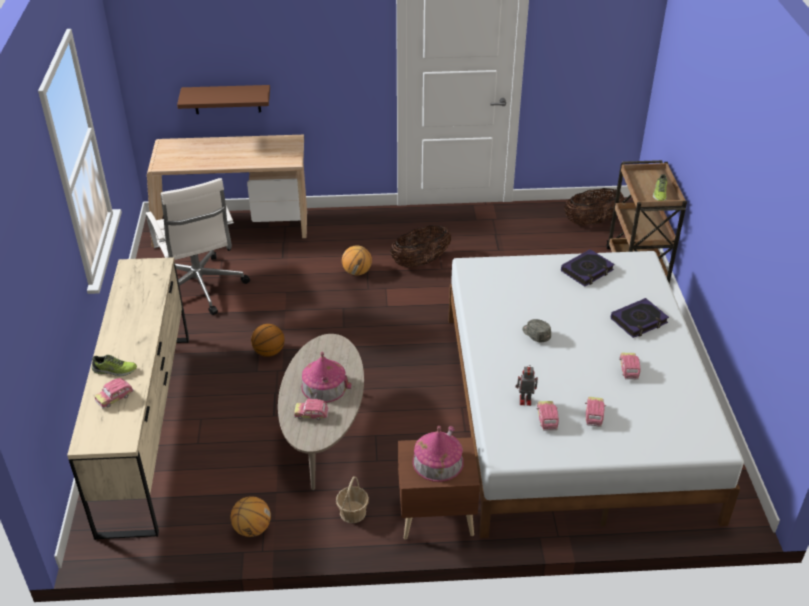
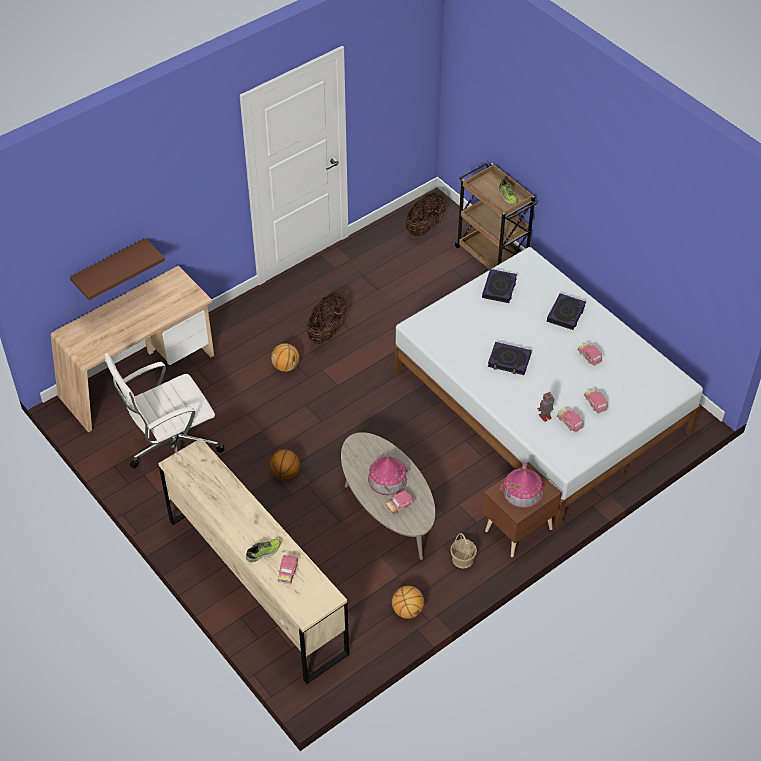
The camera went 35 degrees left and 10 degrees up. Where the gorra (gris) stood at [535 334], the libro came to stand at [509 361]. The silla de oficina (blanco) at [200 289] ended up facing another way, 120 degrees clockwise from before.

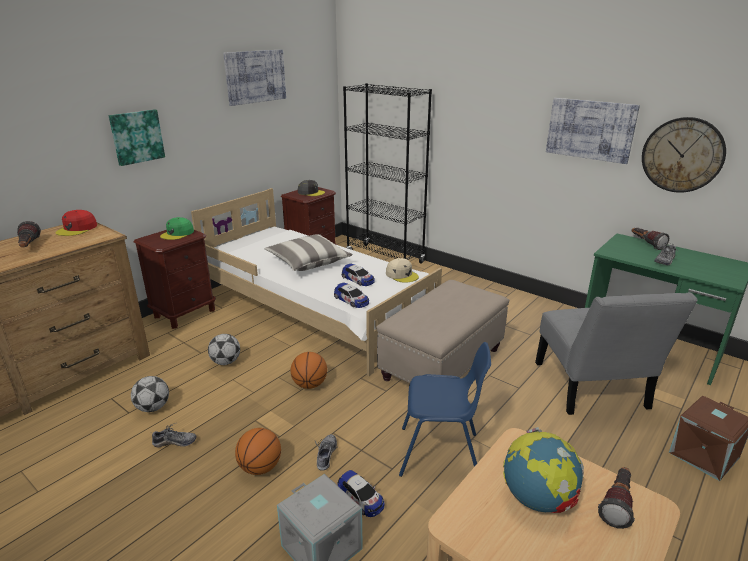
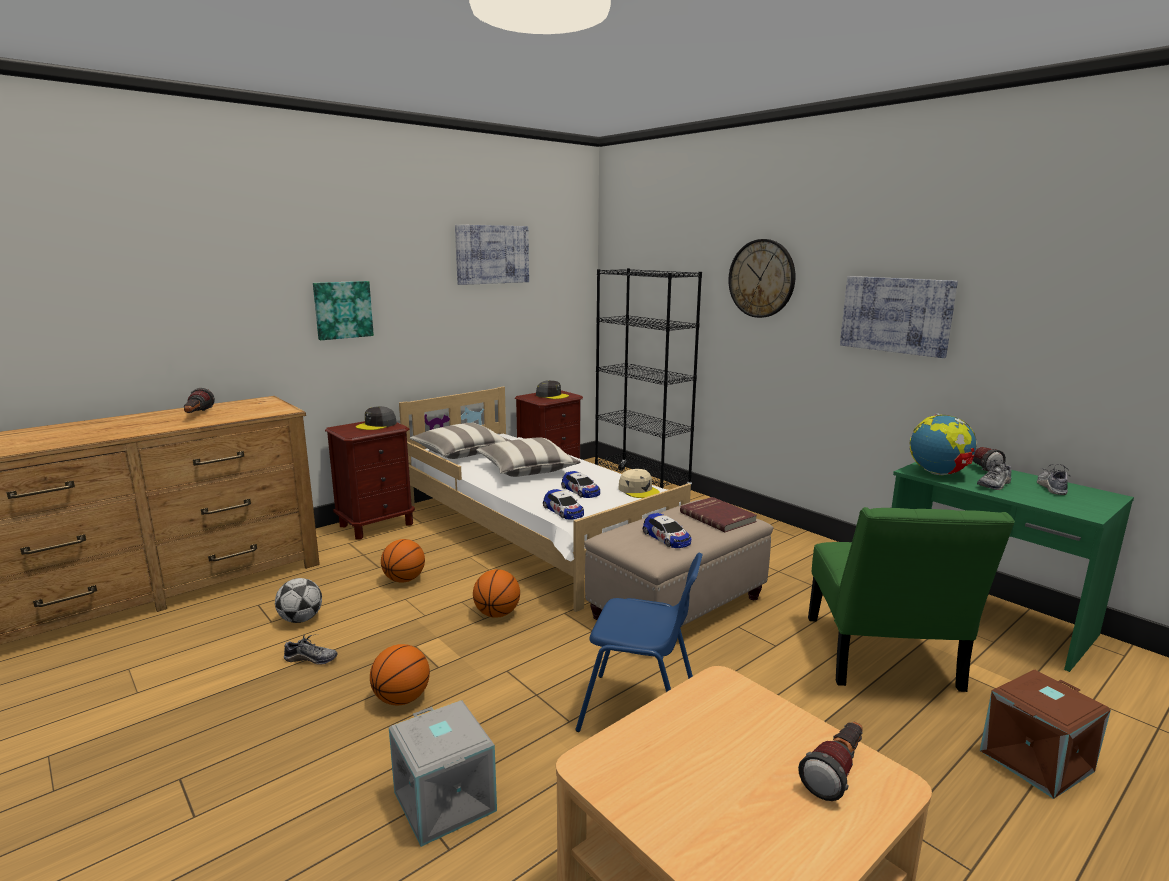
The camera went 10 degrees right and 10 degrees down. The second view lost the gorra (rojo) at [77 229]. The second view gained the cojín at [461 453]. The second view gained the libro (rojo) at [718 517]. The zapato ended up elsewhere, having gone from [326 455] to [1051 487]. The coche de juguete ended up elsewhere, having gone from [360 497] to [666 537]. The globo terráqueo ended up elsewhere, having gone from [538 499] to [938 473]. The reloj de pared ended up elsewhere, having gone from [682 155] to [761 278]. Where the balón de fútbol stood at [226 362], the balón de baloncesto came to stand at [404 580]. What was the gorra (verde) at [177 233] turned into the gorra (gris) at [377 425]. What was the silla (gris) at [592 389] turned into the silla (verde) at [882 658].

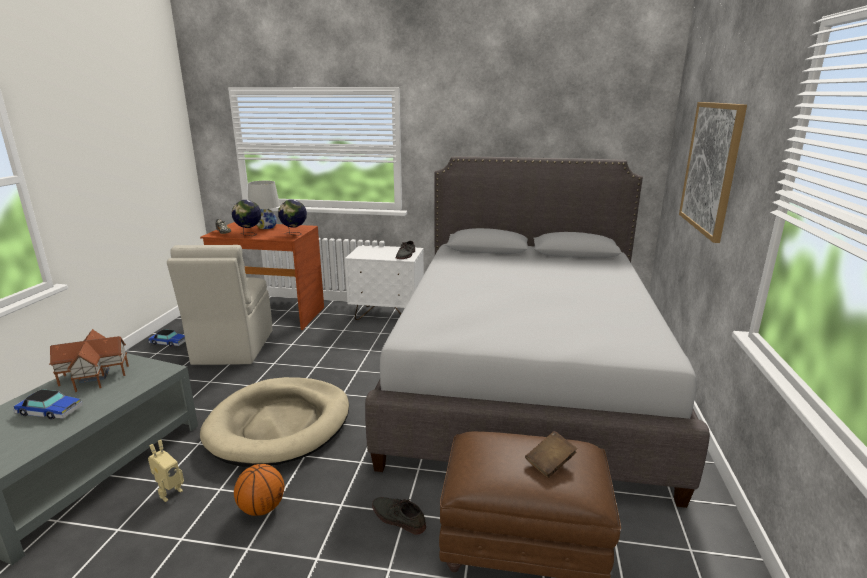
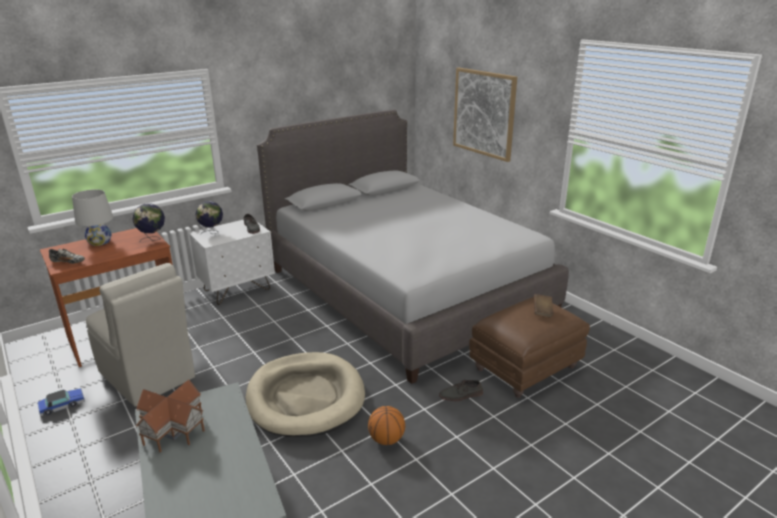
The camera went 45 degrees left and 5 degrees up. The second view lost the coche de juguete at [50 411]. The second view lost the robot de juguete at [169 492]. The globo terráqueo ended up elsewhere, having gone from [249 235] to [212 233].

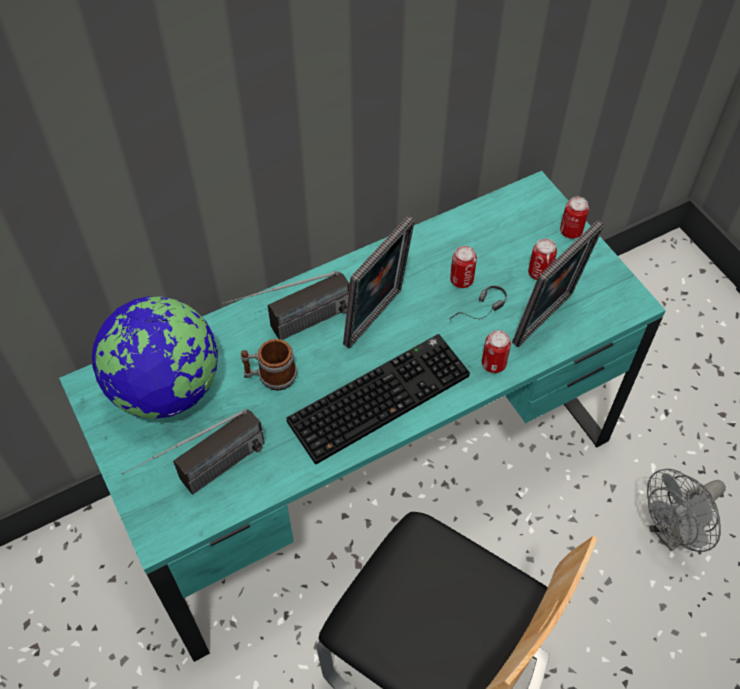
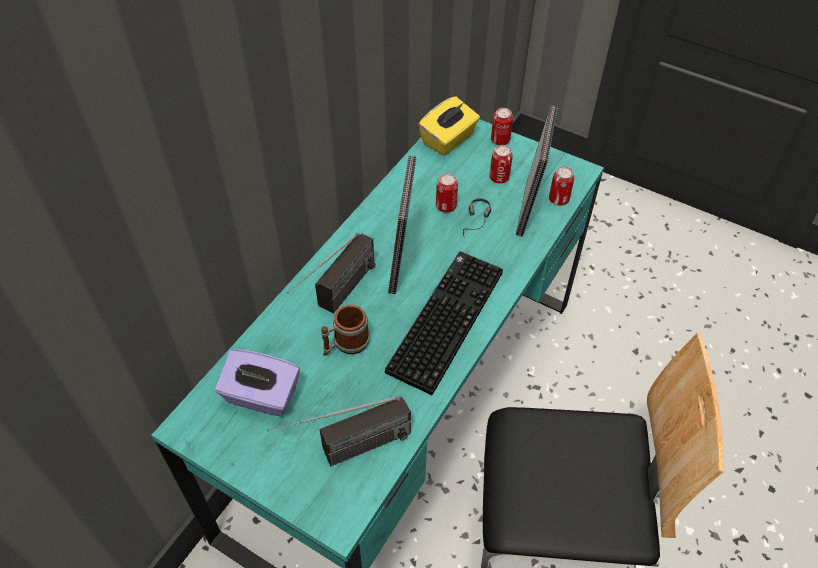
The camera went 30 degrees left and 5 degrees down. The second view lost the ventilador (gris) at [672 533]. The second view gained the caja de pañuelos (amarillo) at [448 140]. The lata ended up elsewhere, having gone from [493 364] to [558 199]. Where the globo terráqueo stood at [167 389], the caja de pañuelos (morado) came to stand at [261 396]. The radio at [204 477] ended up facing another way, 45 degrees clockwise from before.

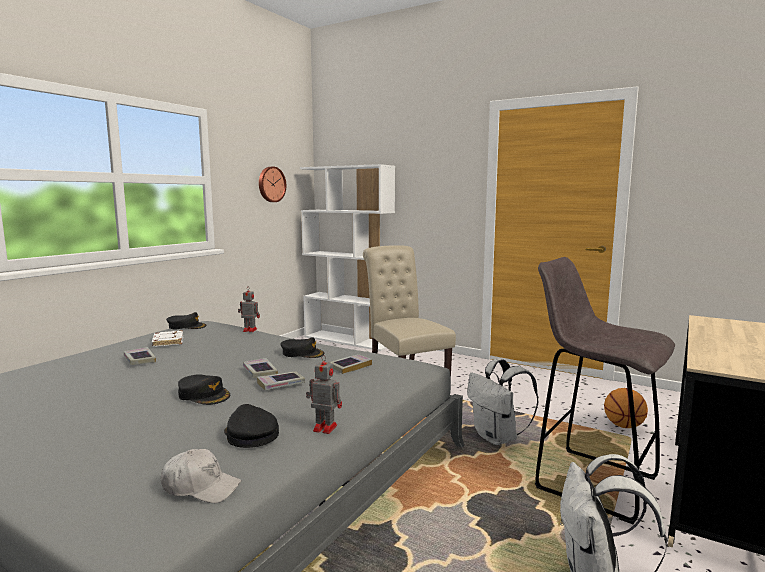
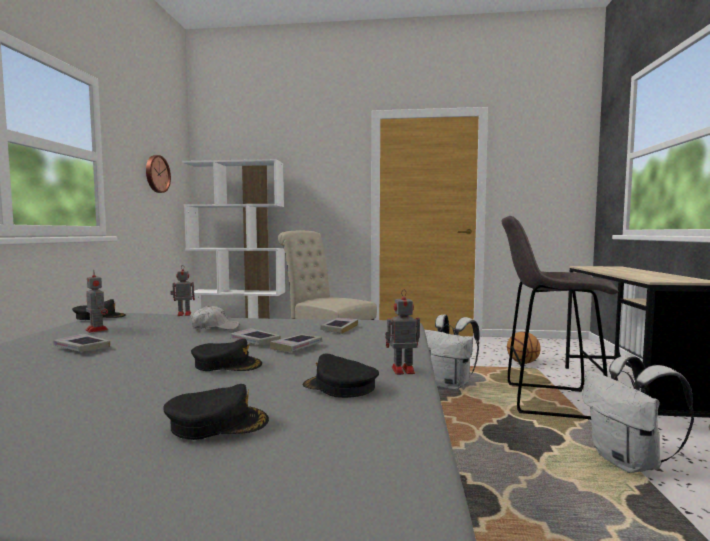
The camera went 25 degrees left and 5 degrees down. The gorra (blanco) ended up elsewhere, having gone from [201 487] to [215 327]. The gorra (negro) ended up elsewhere, having gone from [302 353] to [218 423]. Where the libro (blanco) stood at [167 341], the robot de juguete came to stand at [96 330].

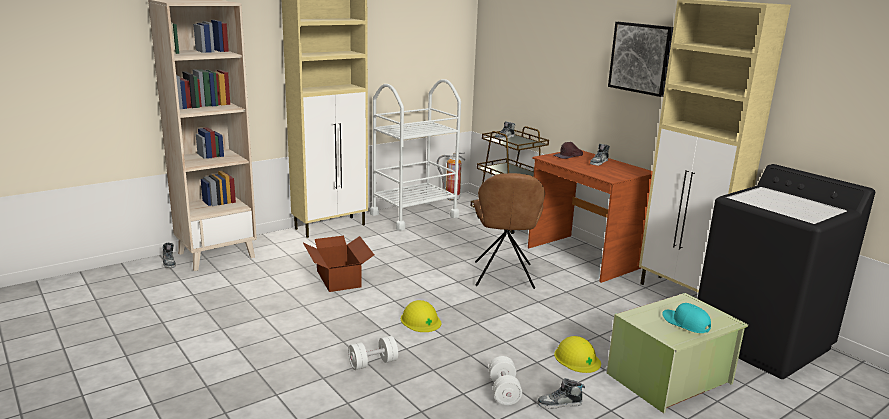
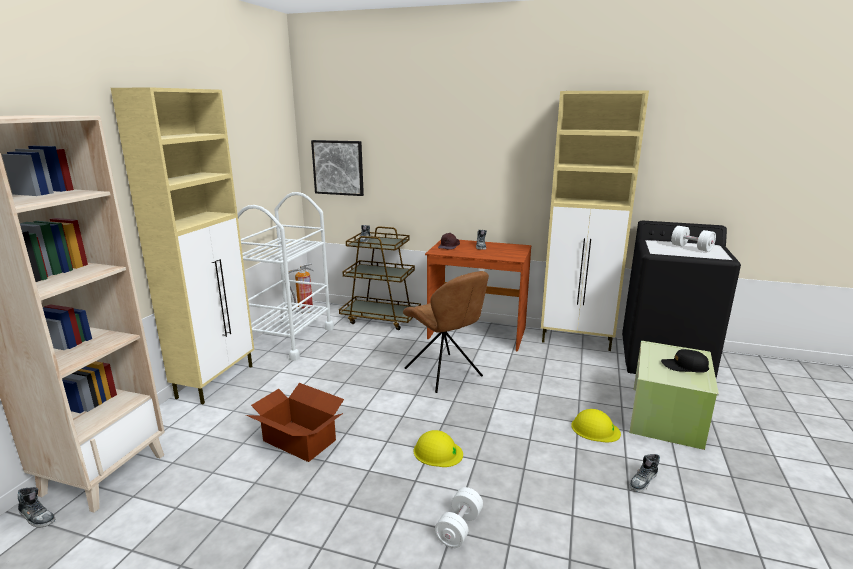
The camera went 35 degrees left and 0 degrees up. The mancuerna (blanco) ended up elsewhere, having gone from [504 391] to [691 248]. The cuadro ended up elsewhere, having gone from [640 58] to [338 167]. What was the gorra (turquesa) at [685 323] turned into the gorra (negro) at [684 366].

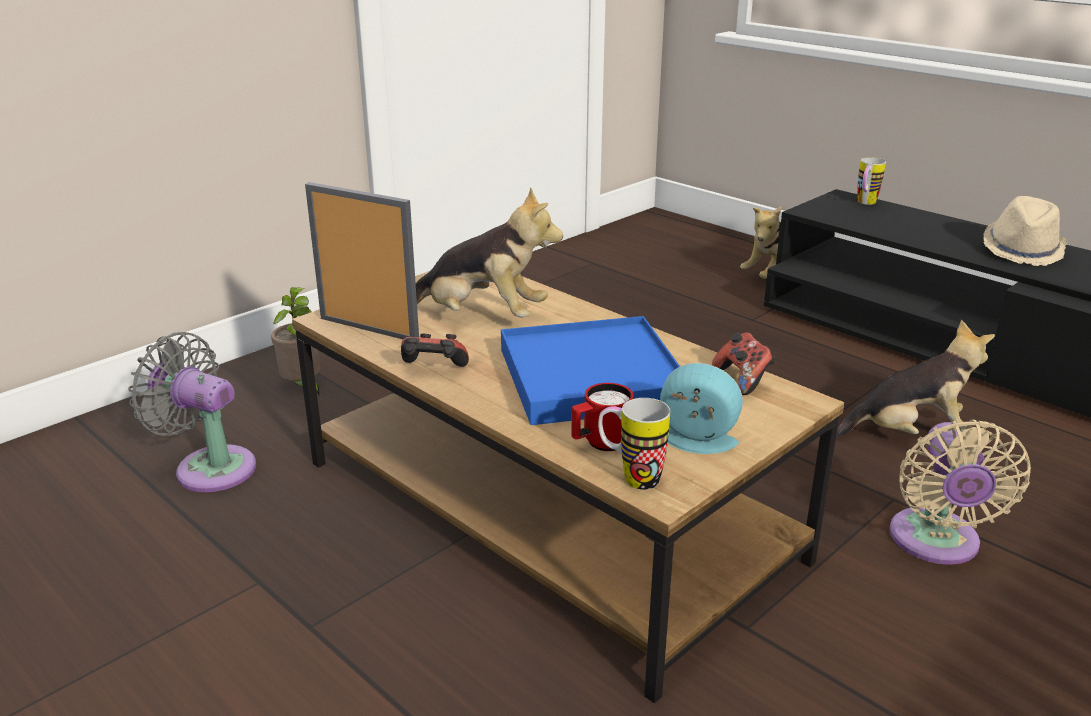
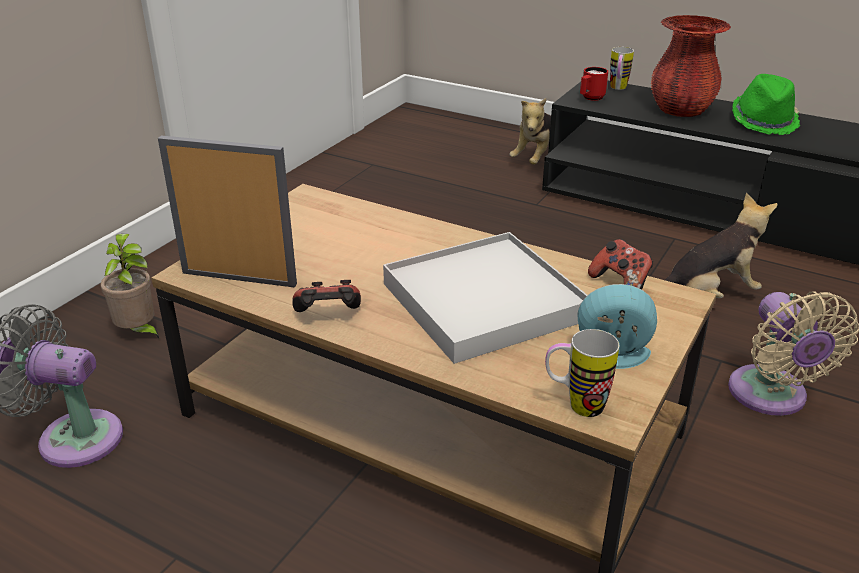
The camera went 15 degrees left and 5 degrees up. The second view lost the peluche at [481 317]. The second view gained the florero (rojo) at [681 110]. The taza grande (rojo) ended up elsewhere, having gone from [600 444] to [590 98]. What was the bandeja (azul) at [590 377] turned into the bandeja (blanco) at [483 301]. What was the sombrero (beis) at [1022 250] turned into the sombrero (verde) at [764 121].

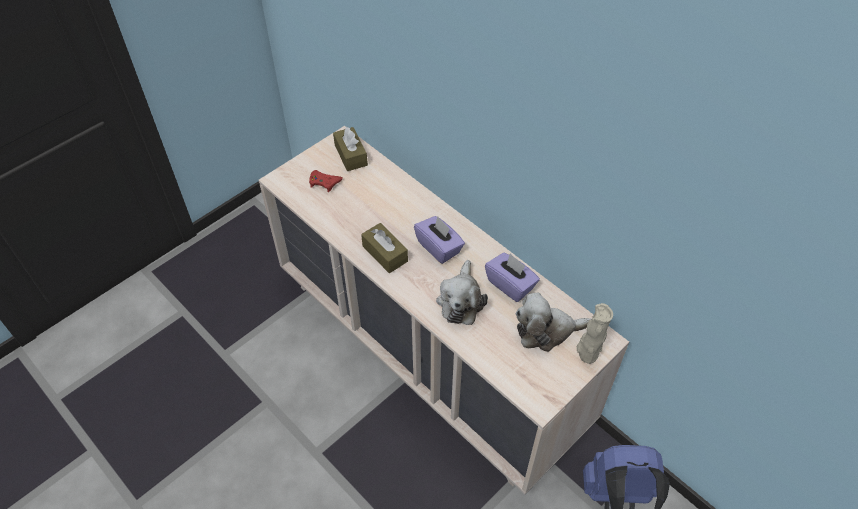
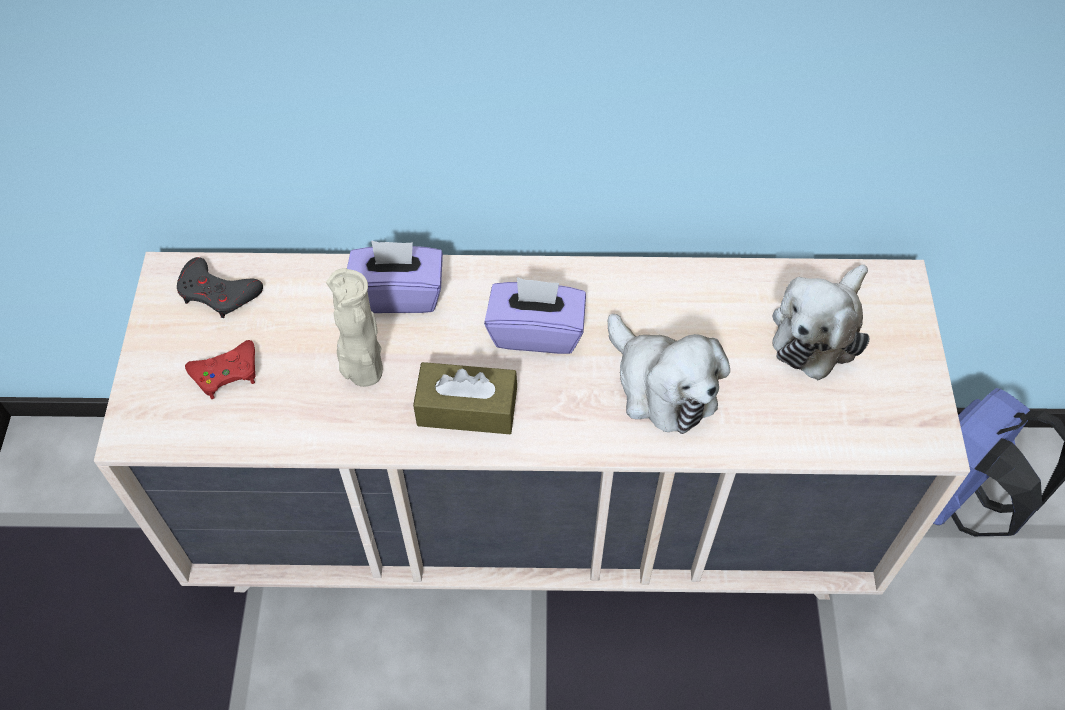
The camera went 45 degrees left and 5 degrees up. The caja de pañuelos (morado) ended up elsewhere, having gone from [510 284] to [398 294]. The florero (beis) ended up elsewhere, having gone from [587 355] to [364 374]. Where the caja de pañuelos (marrón) stood at [351 155], the mando de consola (gris) came to stand at [218 293].

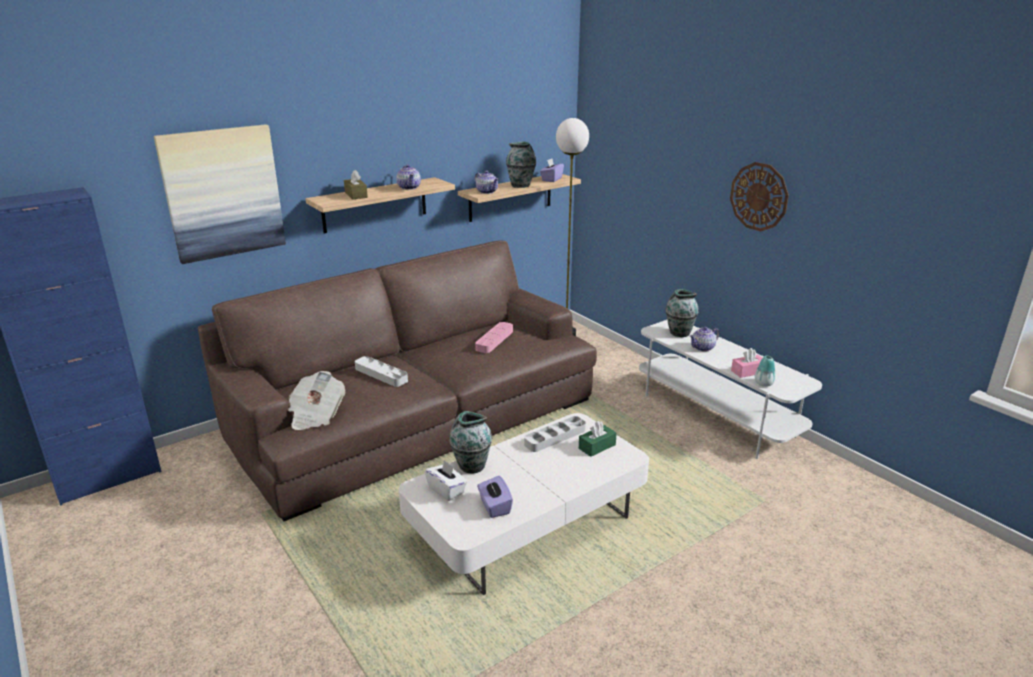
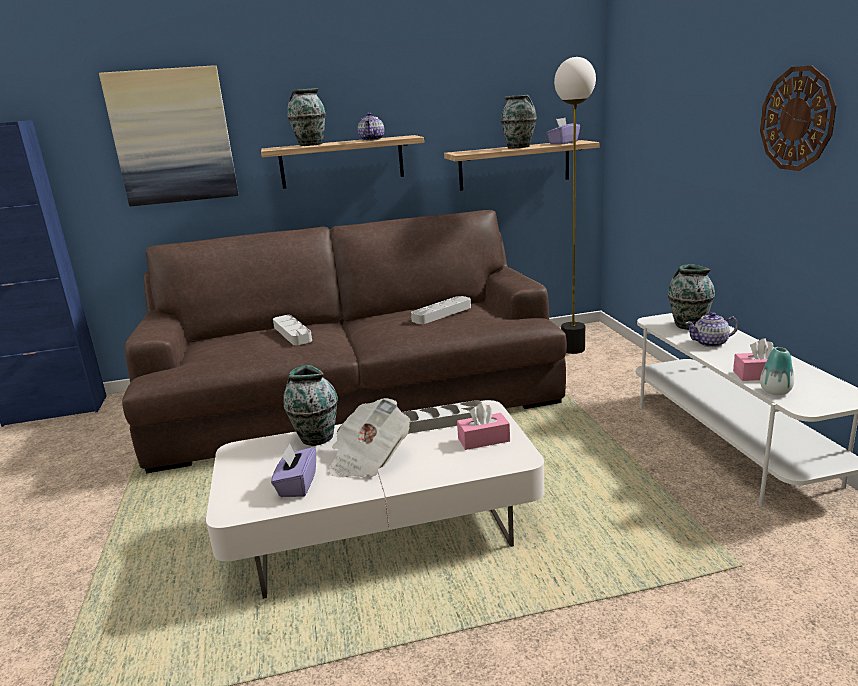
The camera went 25 degrees right and 5 degrees down. The second view lost the caja de pañuelos (blanco) at [446 490]. The second view lost the tetera at [487 192]. The periódico ended up elsewhere, having gone from [316 415] to [368 459]. Where the caja de pañuelos (marrón) stood at [356 195], the florero came to stand at [310 145]. What was the bandeja (rosa) at [494 340] turned into the bandeja (gris) at [441 314]. What was the caja de pañuelos (verde) at [597 446] turned into the caja de pañuelos (rosa) at [483 440].

